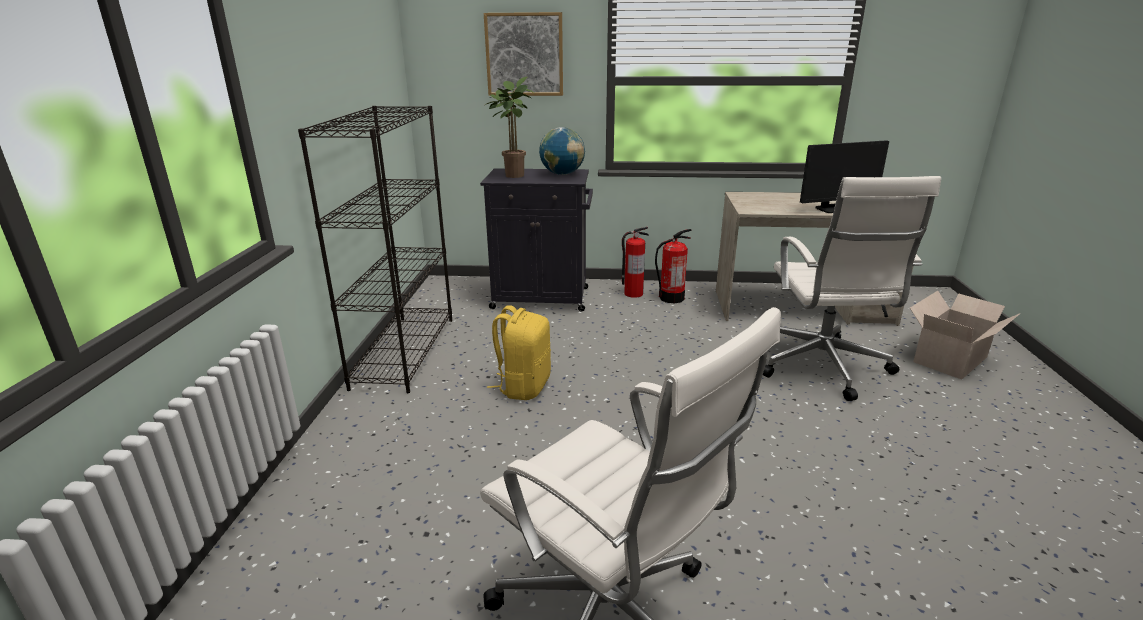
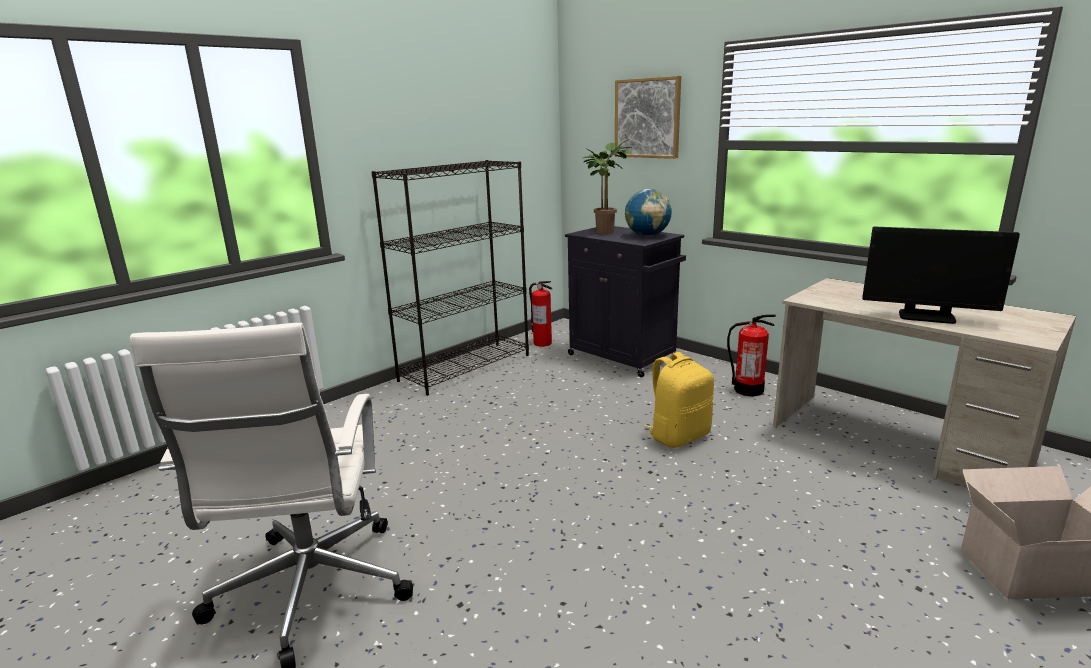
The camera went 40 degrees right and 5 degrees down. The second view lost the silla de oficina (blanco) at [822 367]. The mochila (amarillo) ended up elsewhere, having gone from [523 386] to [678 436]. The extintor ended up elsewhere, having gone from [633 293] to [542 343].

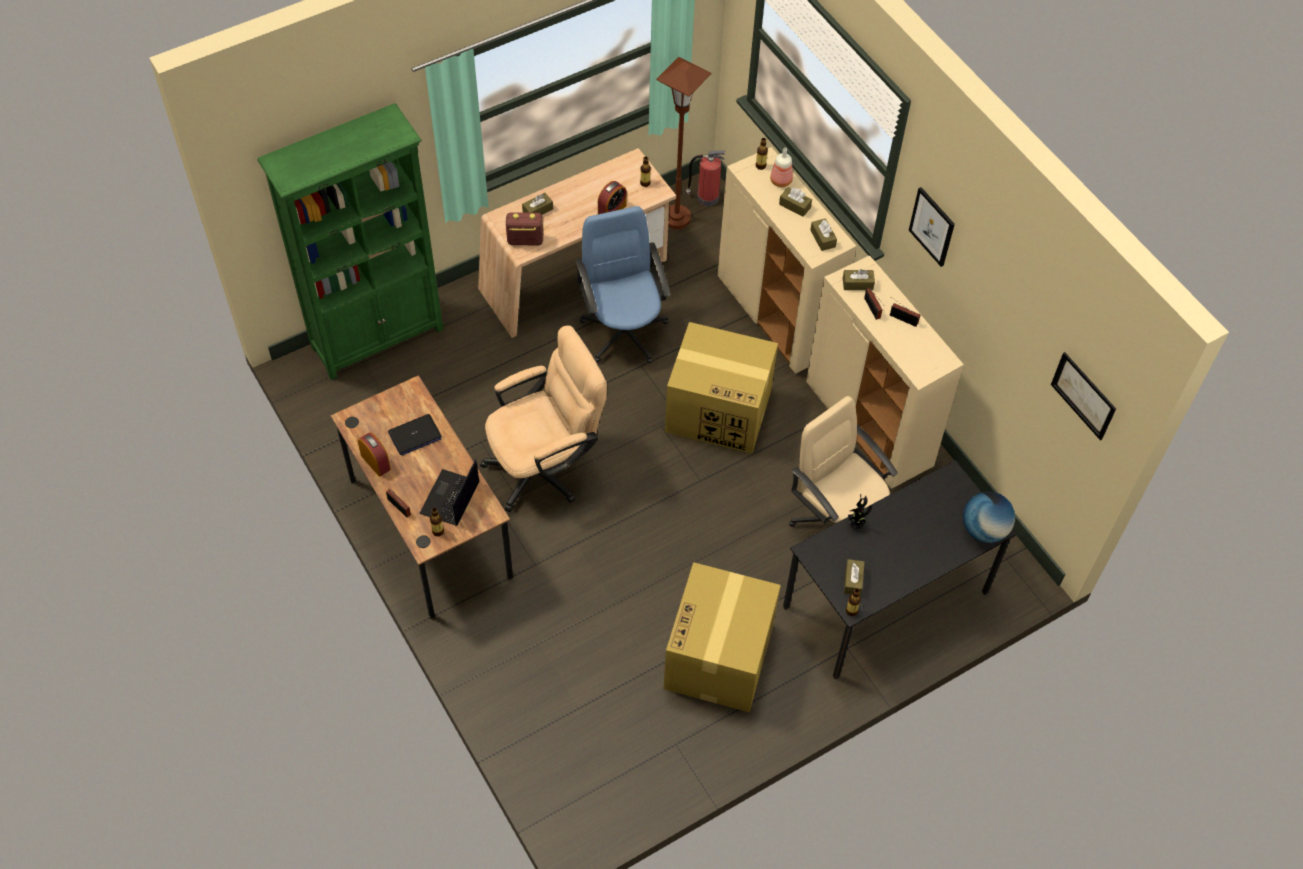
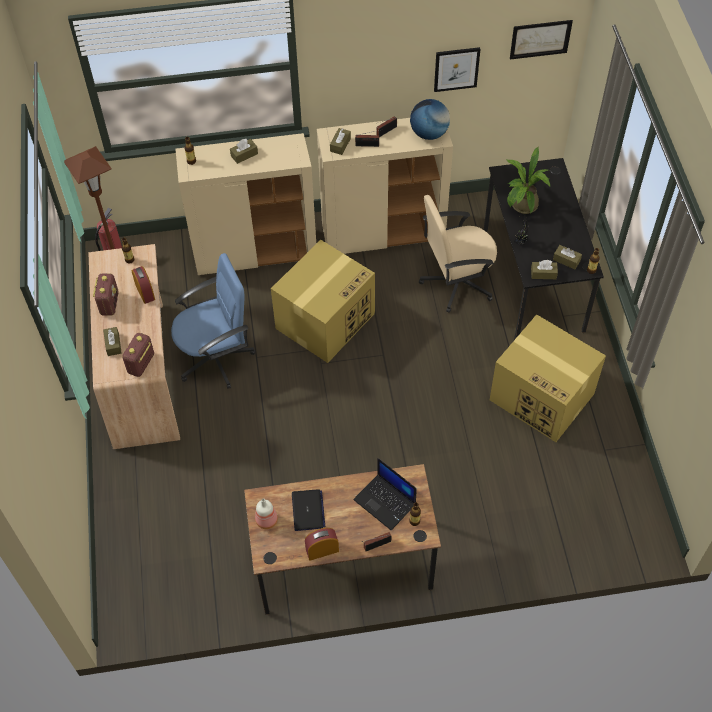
The camera went 65 degrees left and 0 degrees up. The second view lost the estantería (verde) at [378 337]. The second view lost the silla de oficina (beis) at [546 466]. The second view gained the radio at [109 303]. The second view gained the planta en maceta at [522 207]. The botella ended up elsewhere, having gone from [781 181] to [267 520]. The caja de pañuelos (marrón) ended up elsewhere, having gone from [822 238] to [543 274]. The cuadro ended up elsewhere, having gone from [932 226] to [456 69]. The globo terráqueo ended up elsewhere, having gone from [983 530] to [429 133]. The silla de oficina (azul) at [624 331] ended up facing another way, 150 degrees clockwise from before.

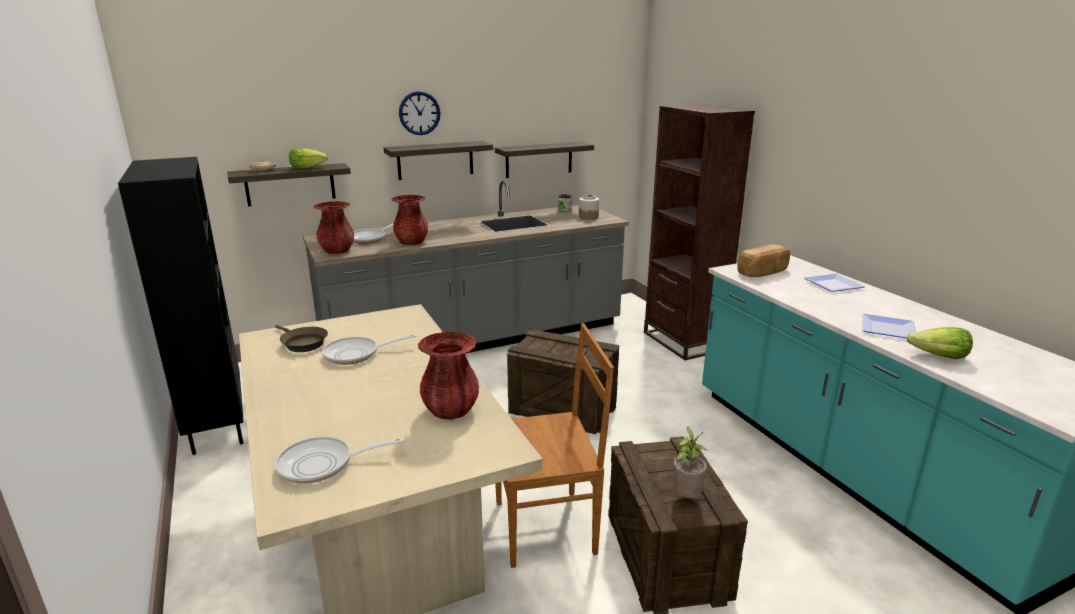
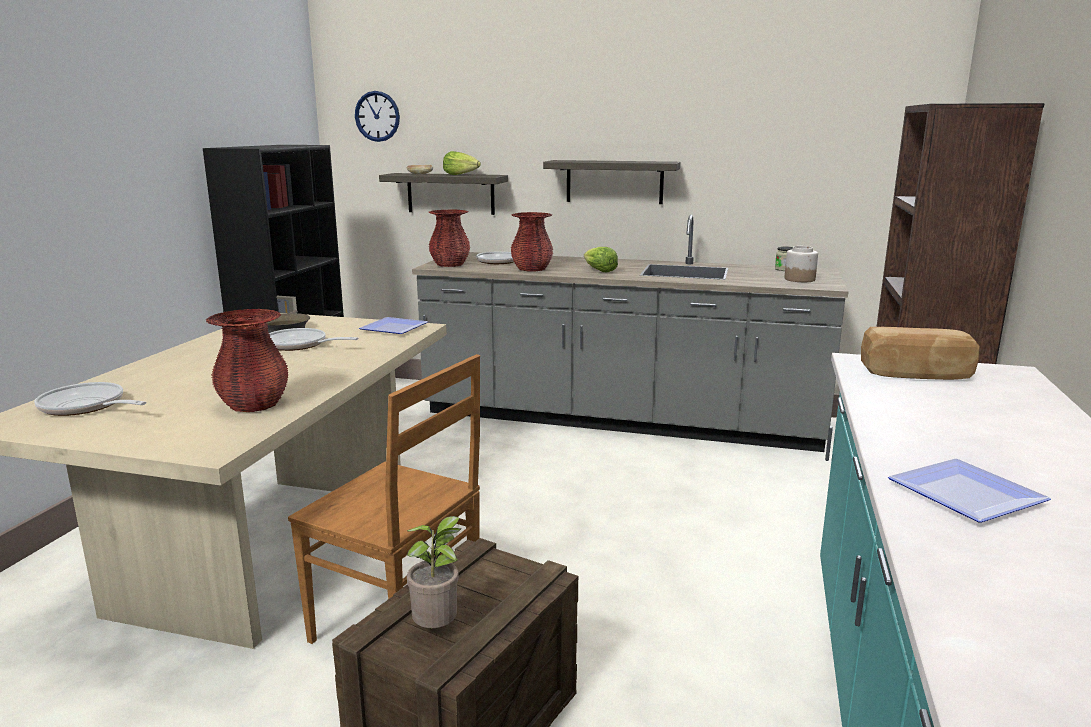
The camera went 40 degrees right and 5 degrees down. The second view lost the estante at [539 159]. The second view lost the caja de embalaje at [563 409]. The reloj de pared ended up elsewhere, having gone from [419 113] to [377 116]. The plato ended up elsewhere, having gone from [833 286] to [391 329]. The lechuga ended up elsewhere, having gone from [938 356] to [599 271].

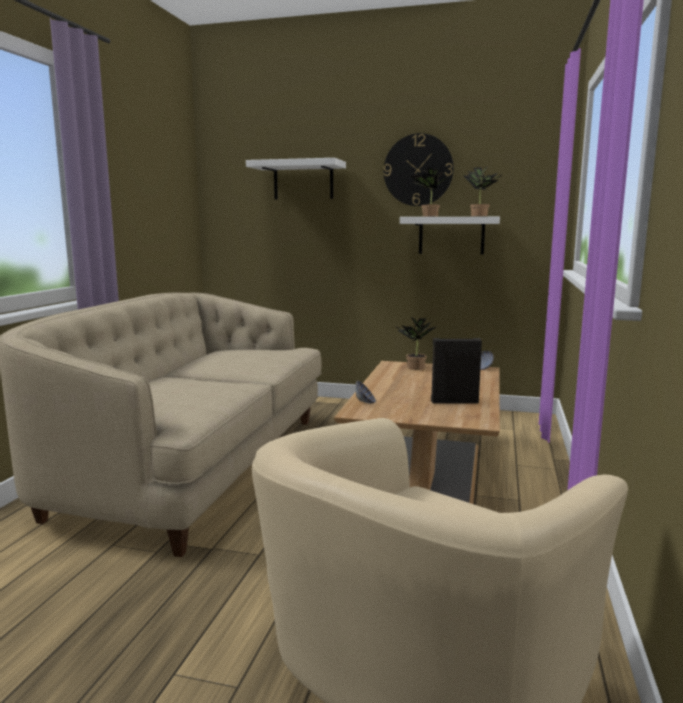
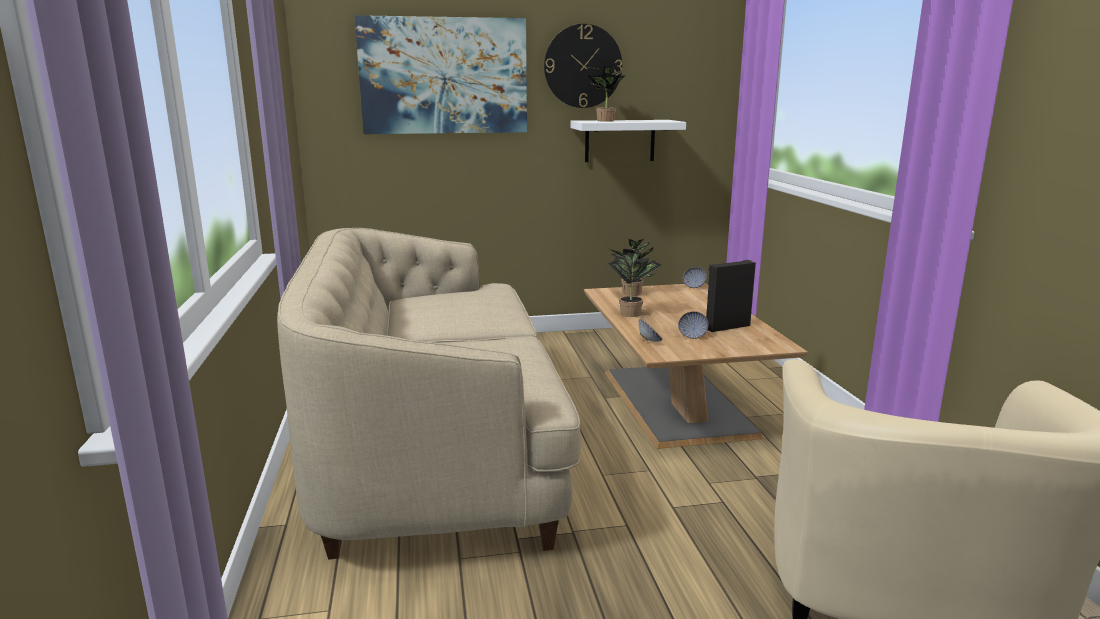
The camera went 25 degrees left and 5 degrees up. The second view gained the cuenco at [692 336]. The planta en maceta ended up elsewhere, having gone from [481 216] to [633 313]. Where the estante (blanco) hung at [303 181], the cuadro came to hang at [444 76].

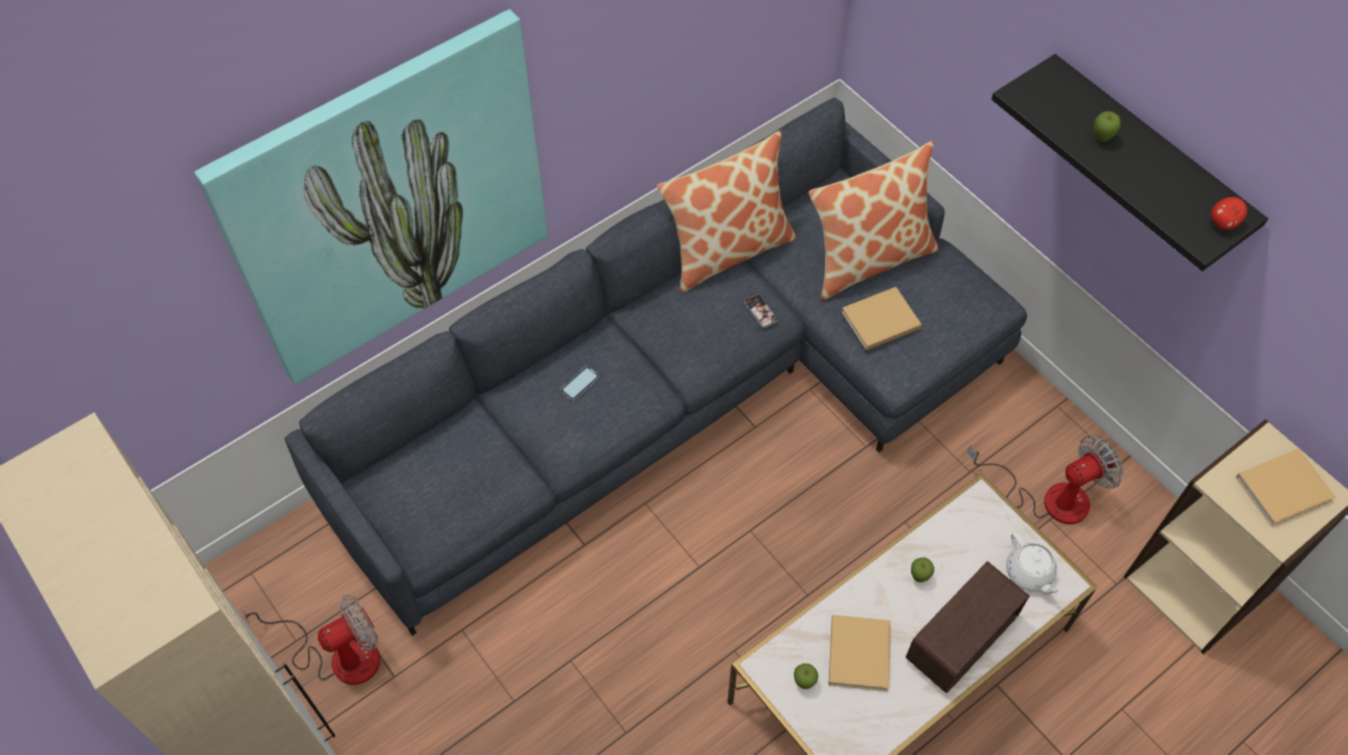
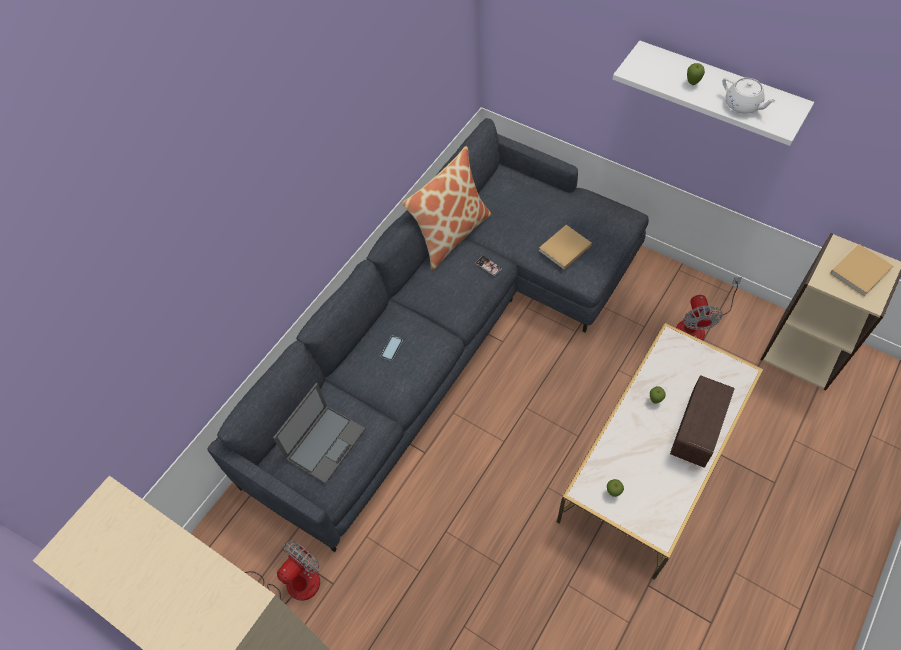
The camera went 15 degrees left and 0 degrees up. The second view lost the cuadro at [389 201]. The second view lost the cojín at [868 259]. The second view lost the libro (beis) at [859 651]. The second view lost the manzana at [1223 223]. The second view gained the portátil at [326 442]. The tetera (blanco) ended up elsewhere, having gone from [1029 573] to [743 105]. What was the estante (negro) at [1146 156] turned into the estante (blanco) at [717 88]. The ventilador at [1049 497] ended up facing another way, 135 degrees clockwise from before.

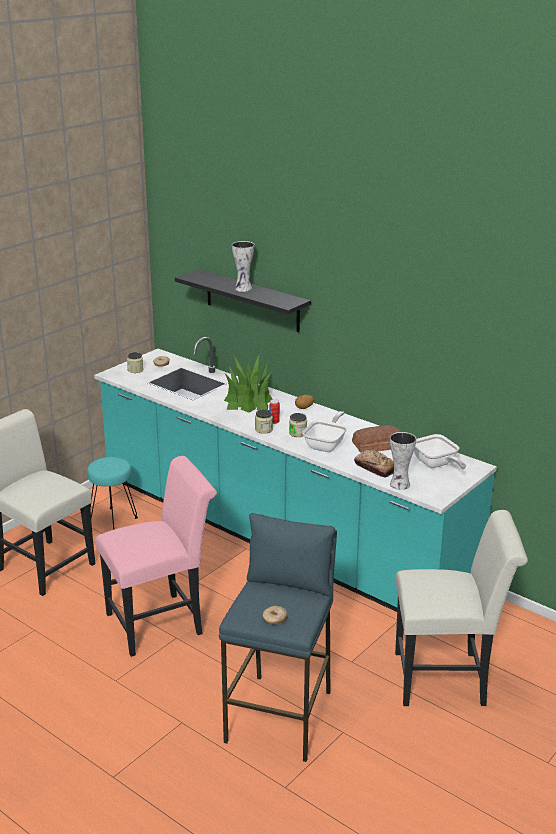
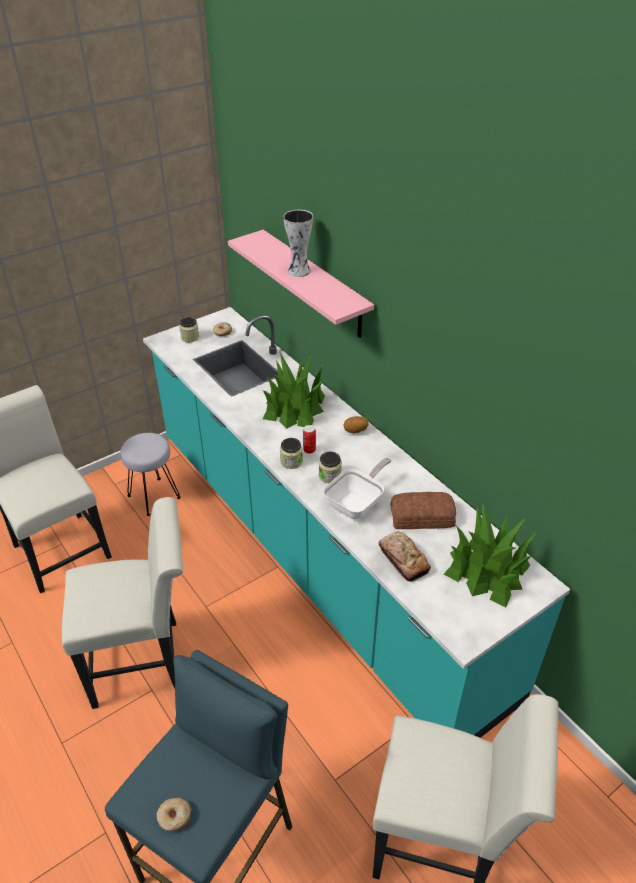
The camera went 15 degrees right and 15 degrees up. The second view lost the florero at [399 484]. Where the sartén stood at [436 465], the planta en maceta came to stand at [486 570]. What was the taburete (turquesa) at [113 520] turned into the taburete (gris) at [154 496]. What was the silla (rosa) at [161 622] turned into the silla (blanco) at [145 661]. What was the estante (negro) at [252 301] turned into the estante (rosa) at [314 284].

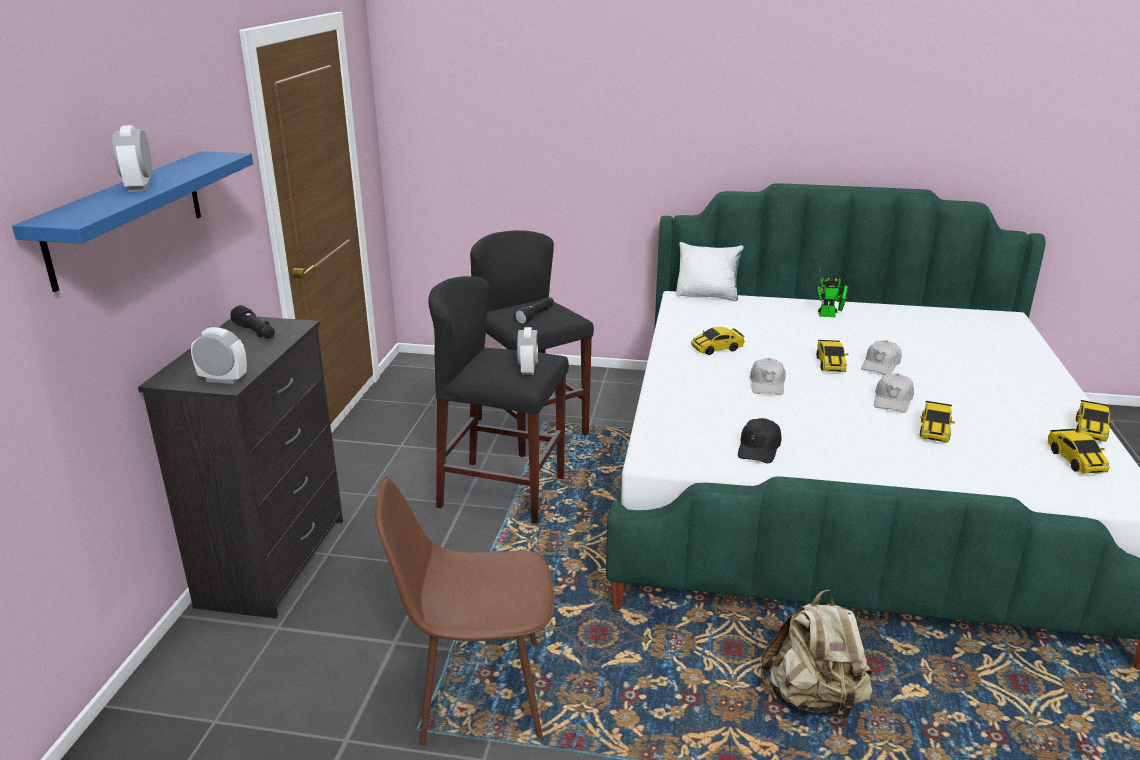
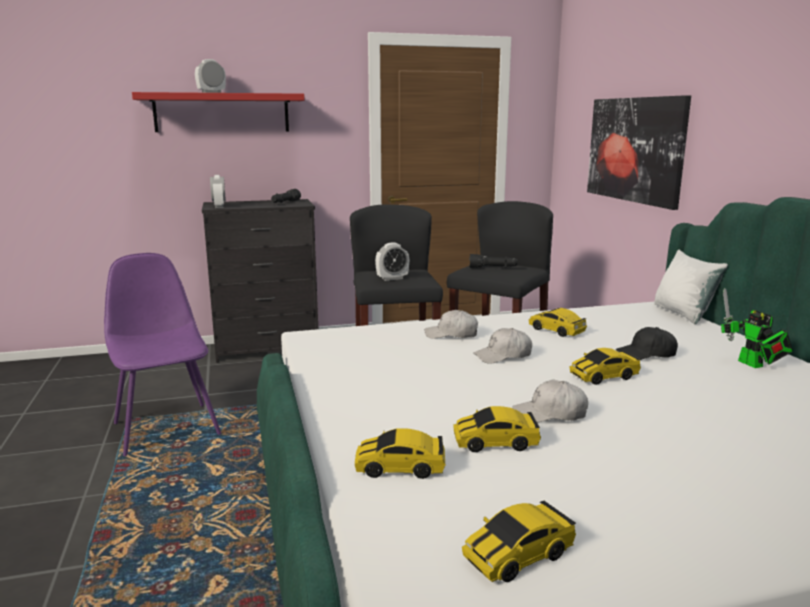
The camera went 65 degrees right and 10 degrees down. The second view lost the mochila (beis) at [813 699]. The second view gained the cuadro at [635 149]. The gorra (negro) ended up elsewhere, having gone from [759 448] to [646 354]. The gorra (blanco) ended up elsewhere, having gone from [880 365] to [451 335]. The coche de juguete ended up elsewhere, having gone from [1090 429] to [400 468]. What was the estante (azul) at [127 216] turned into the estante (rojo) at [222 113]. What was the silla (marrón) at [477 692] turned into the silla (morado) at [166 427].

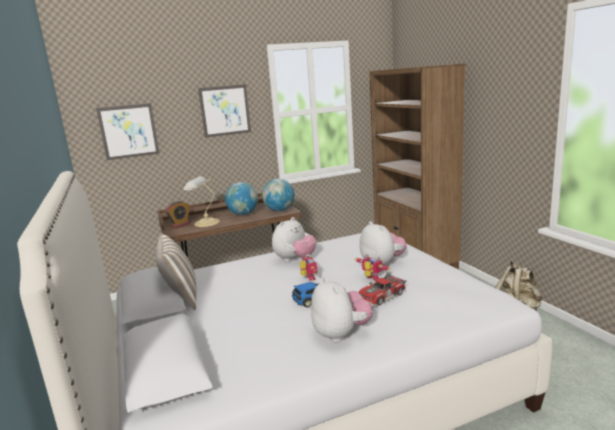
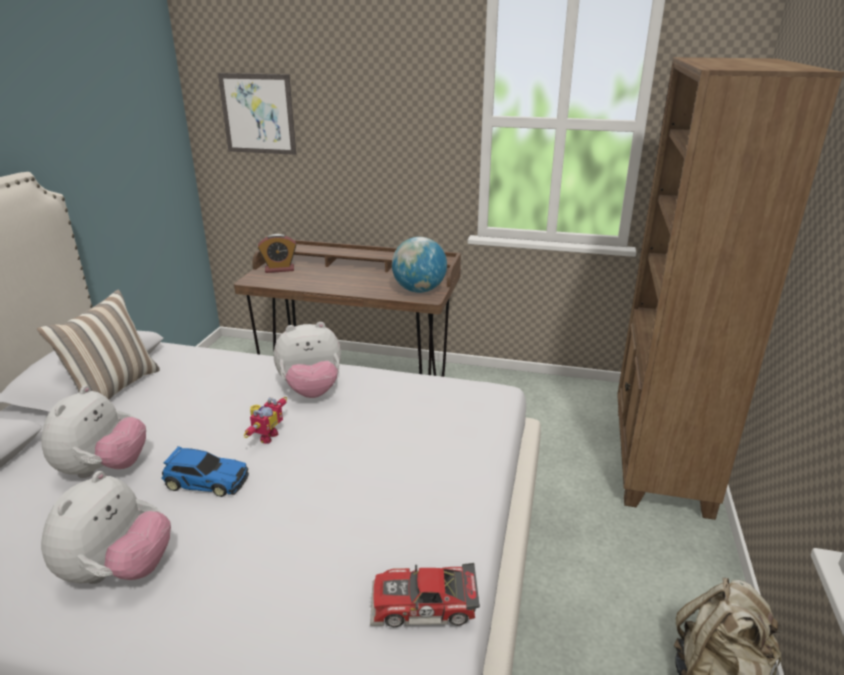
The camera went 35 degrees right and 10 degrees up. The second view lost the lámpara de mesa at [205 222]. The second view lost the cuadro at [225 110]. The second view lost the globo terráqueo at [243 214]. The second view lost the robot de juguete at [371 278]. The coche de juguete ended up elsewhere, having gone from [382 297] to [423 607]. The peluche ended up elsewhere, having gone from [382 264] to [103 469].

